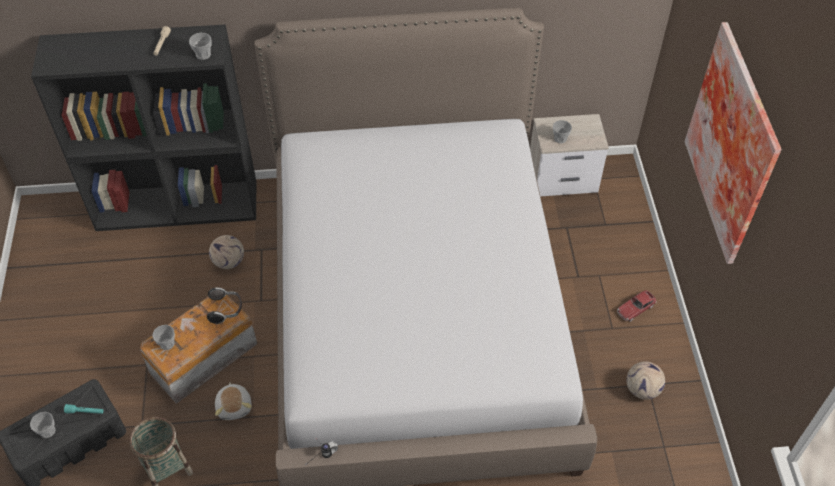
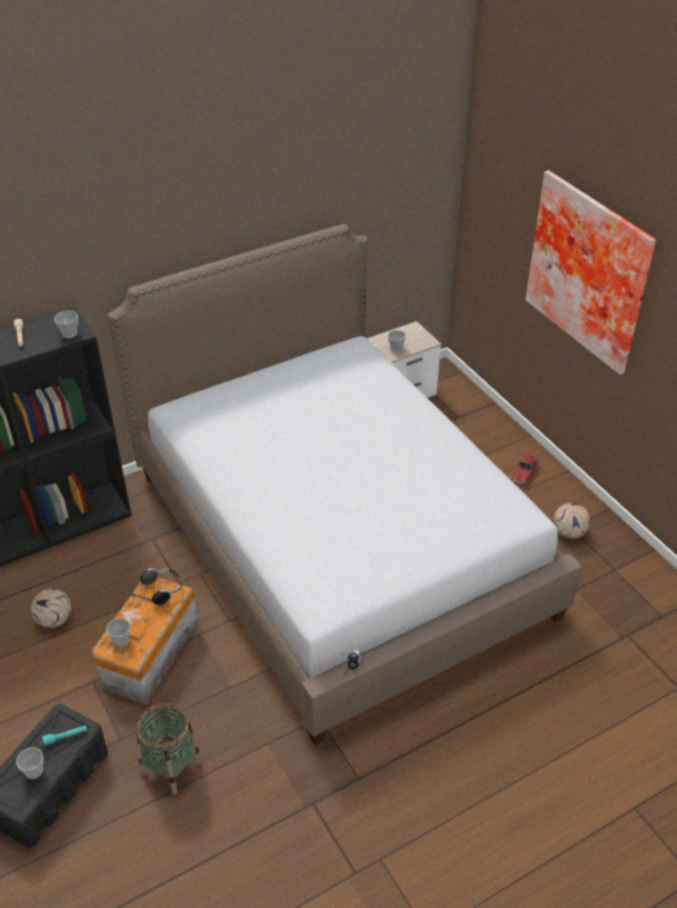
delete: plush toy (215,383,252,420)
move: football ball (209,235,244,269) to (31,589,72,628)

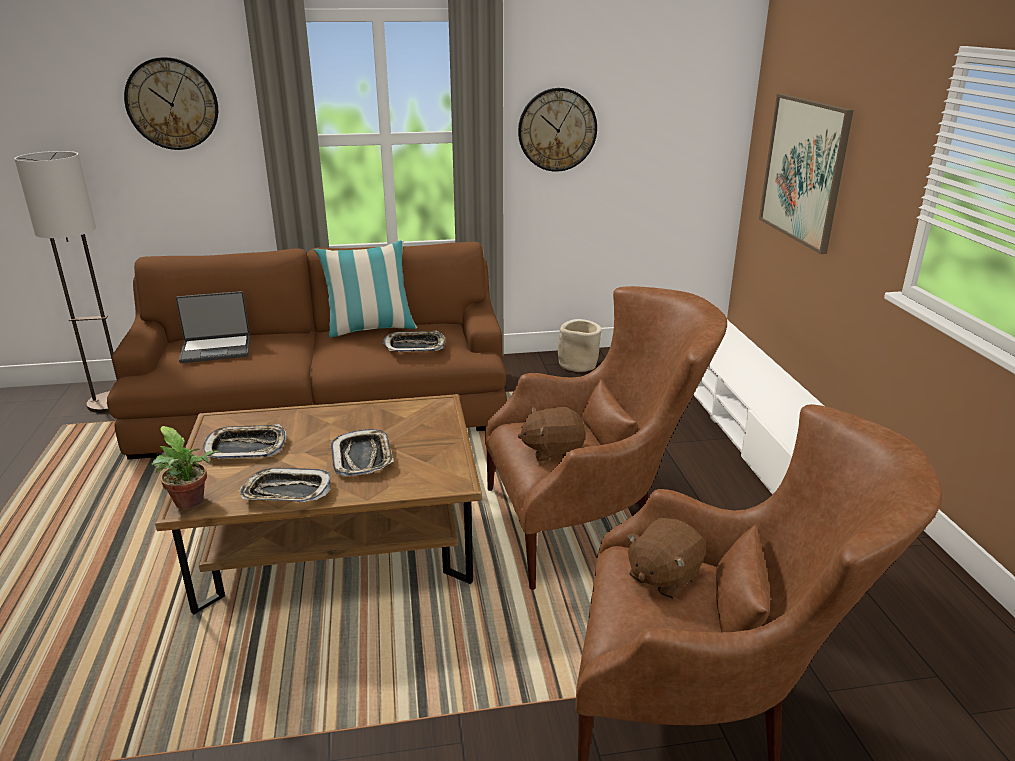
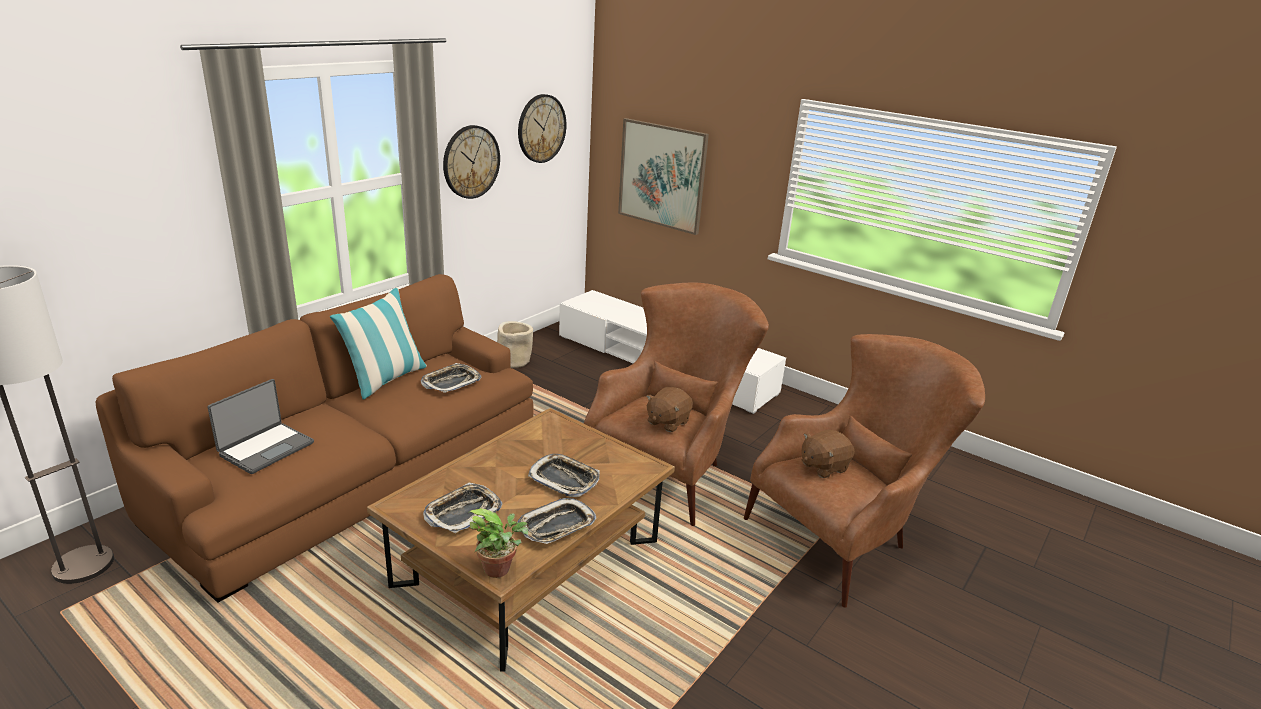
move: hanging clock (124,57,218,150) to (518,94,566,163)
rotate: plush toy/brown (627,518,706,599) = (802,429,855,478) 60 degrees clockwise

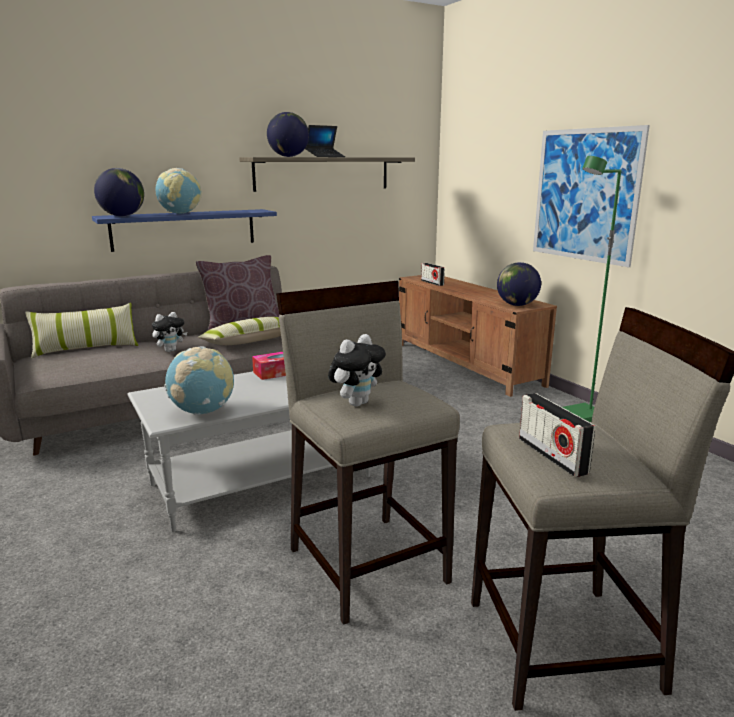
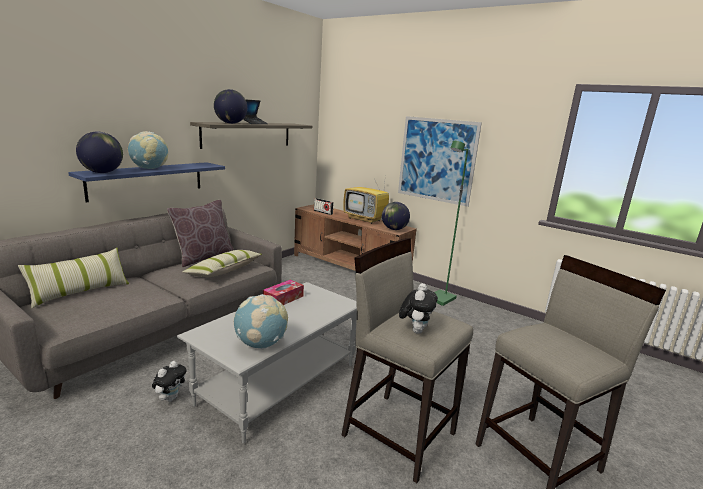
delete: radio (519,393,595,477)
insert: TV (343,173,389,224)
move: plush toy (152,312,187,352) to (152,361,186,402)

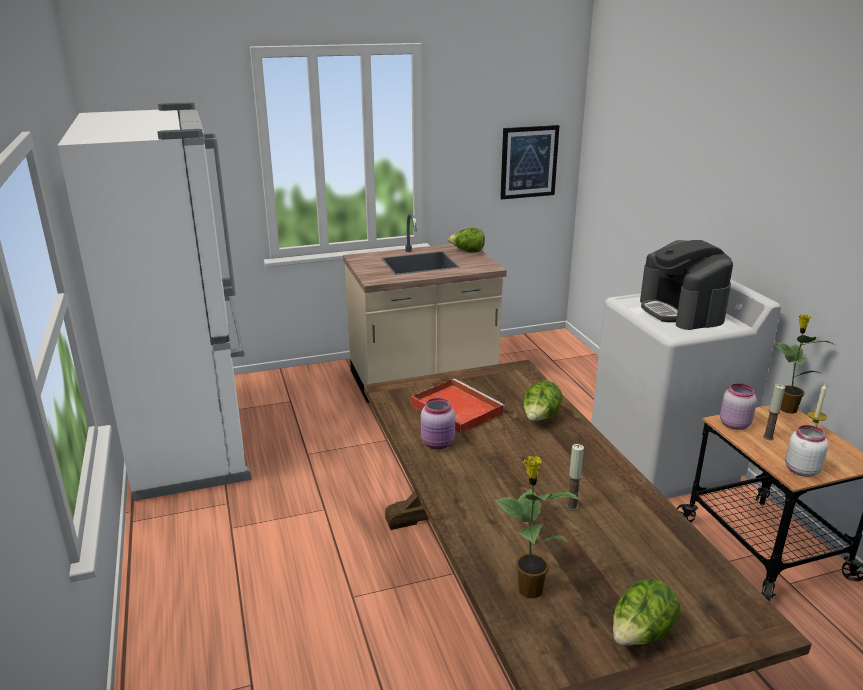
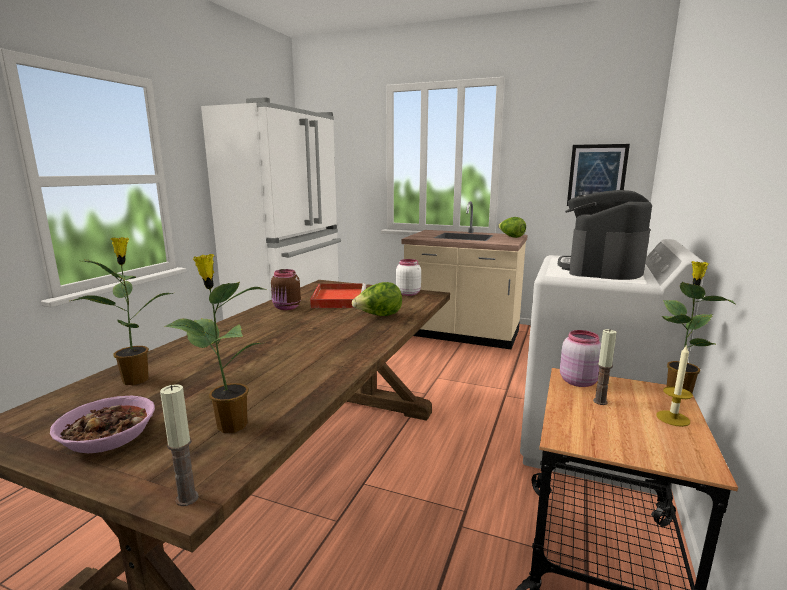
insert: potted plant (165,254,267,433)
move: candle (566,444,584,511) to (160,384,199,506); jar/white (785,425,828,477) to (396,259,421,296)
replace: head of lettuce (613,579,681,646) to bowl (50,396,155,453)
recolor: jar/pink-coloured (421,398,455,449) to jar/brown (271,269,301,310)

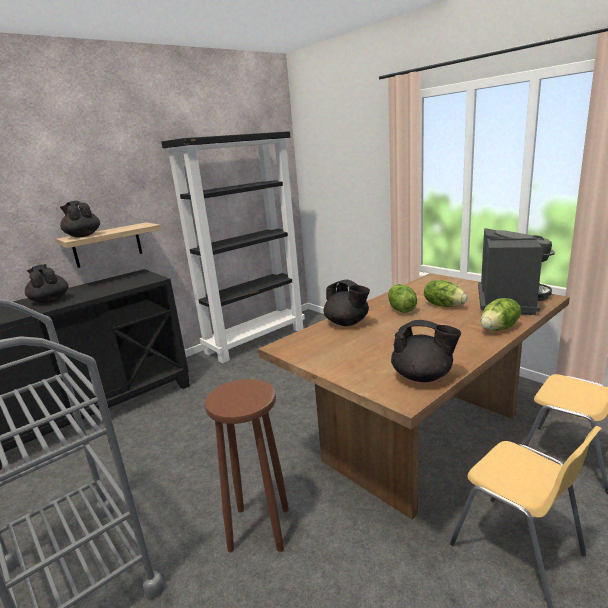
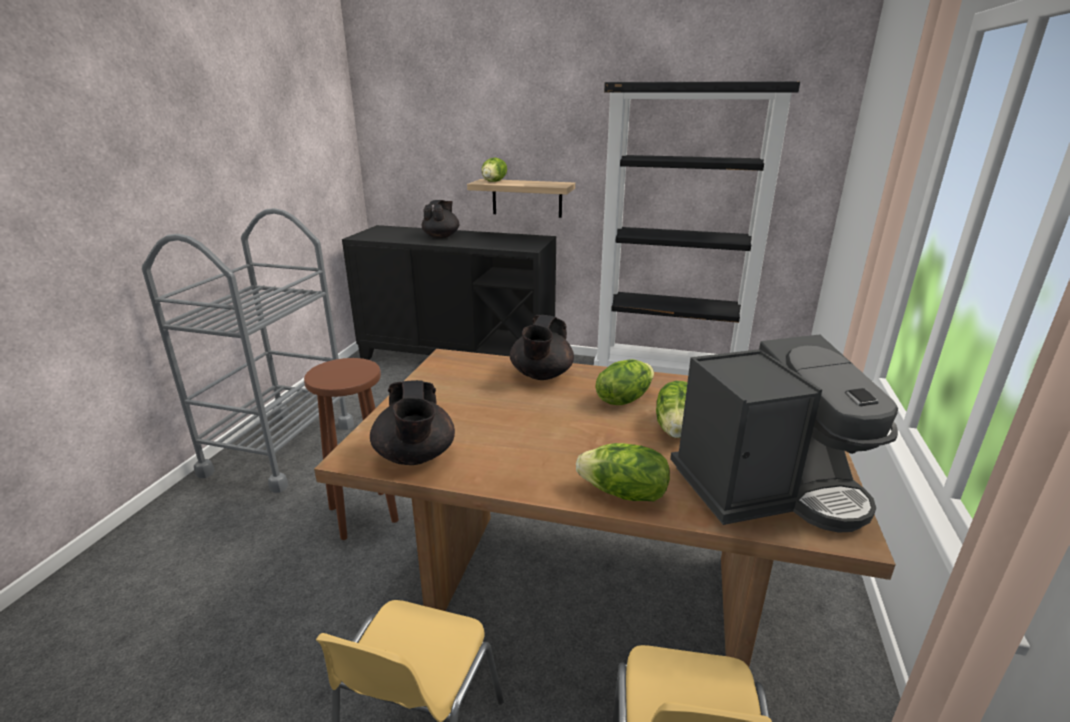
replace: tea pot/blackish (60,201,100,238) to head of lettuce (482,158,507,182)

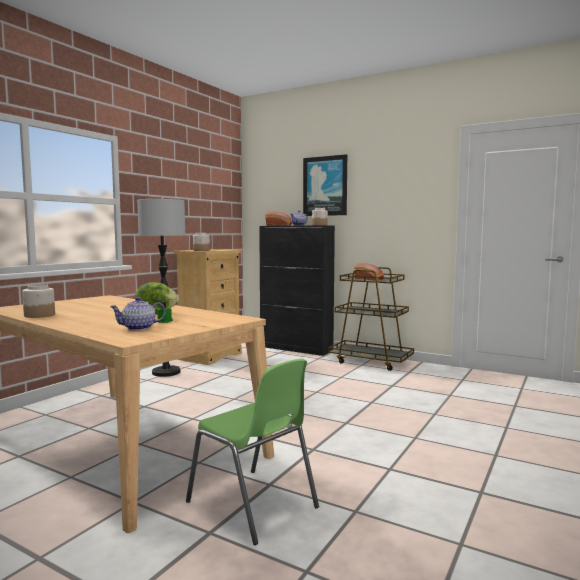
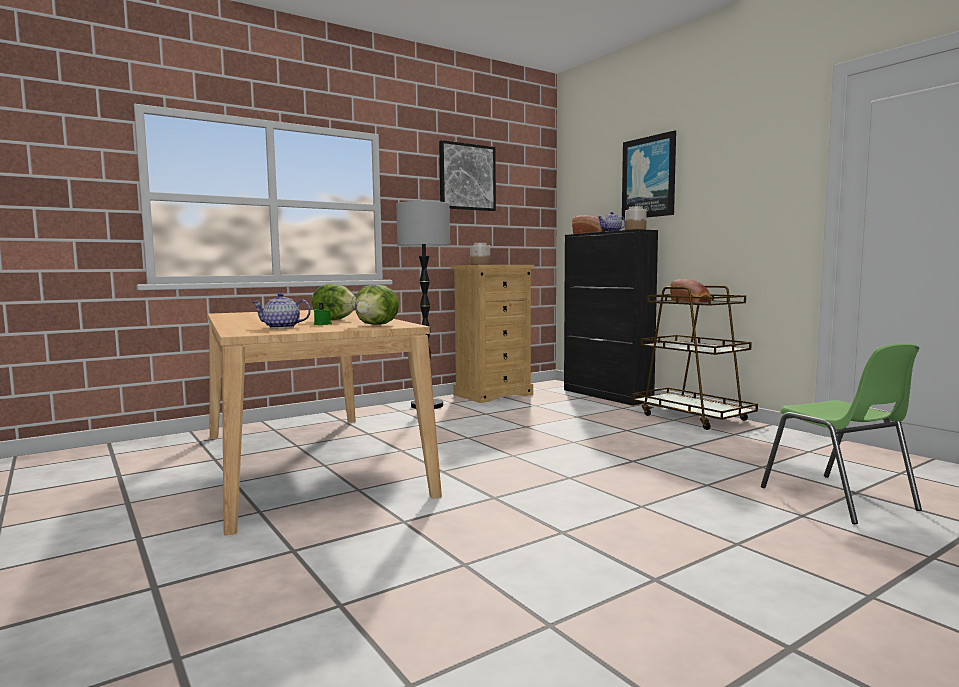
delete: jar (22,284,55,318)
insert: head of lettuce (355,284,399,325); picture (439,140,496,211)
move: plain chair/green-coloured (186,359,319,545) to (761,344,922,524)

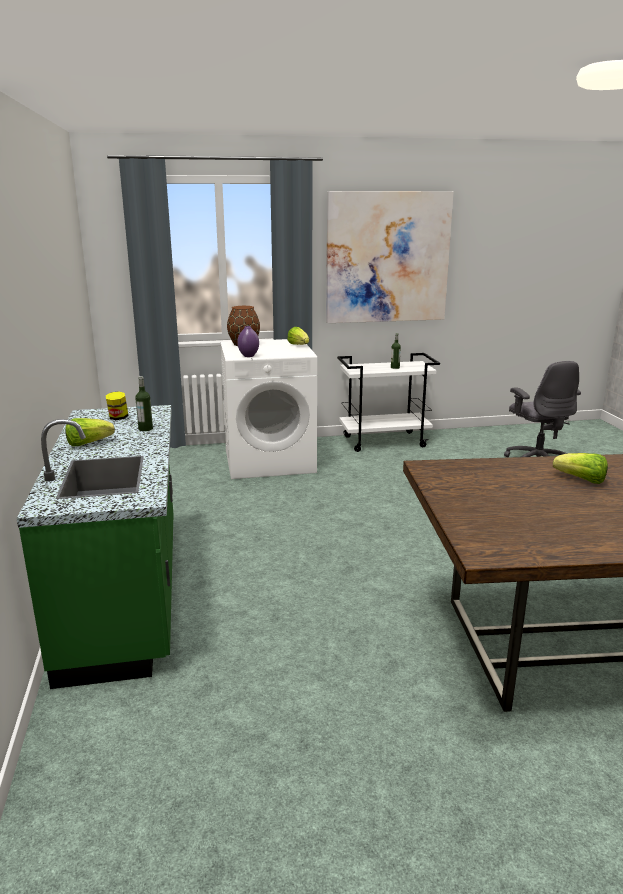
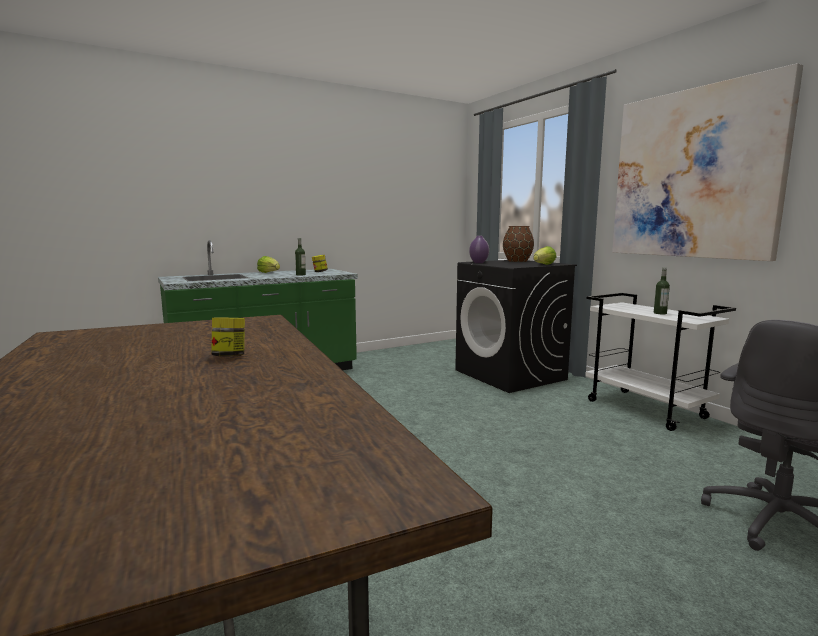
replace: head of lettuce (553,453,608,484) to jar (211,318,245,357)
recolor: washing machine/white (220,339,317,479) to washing machine/blackish (455,260,577,393)

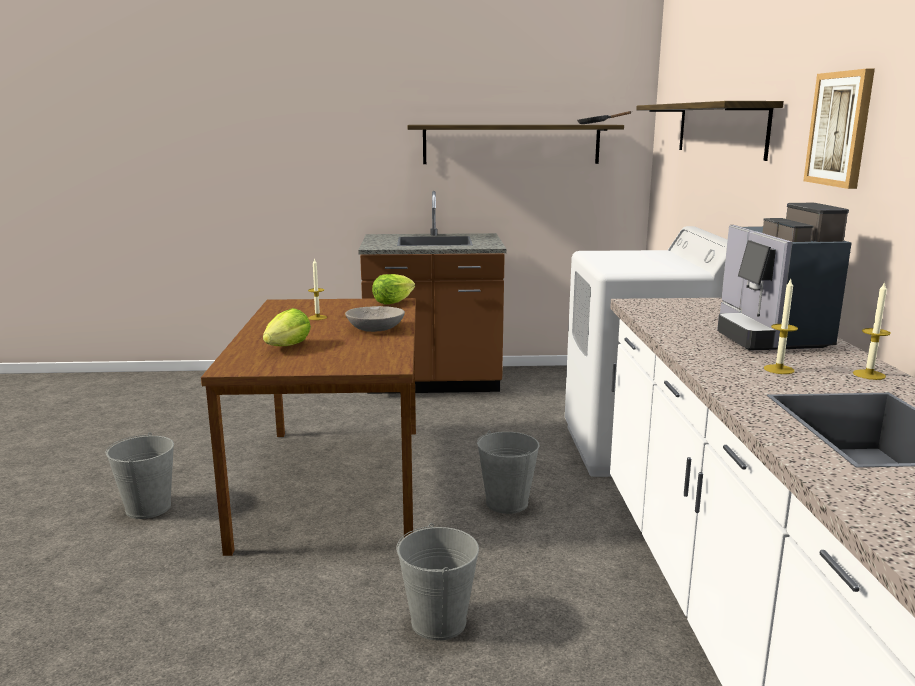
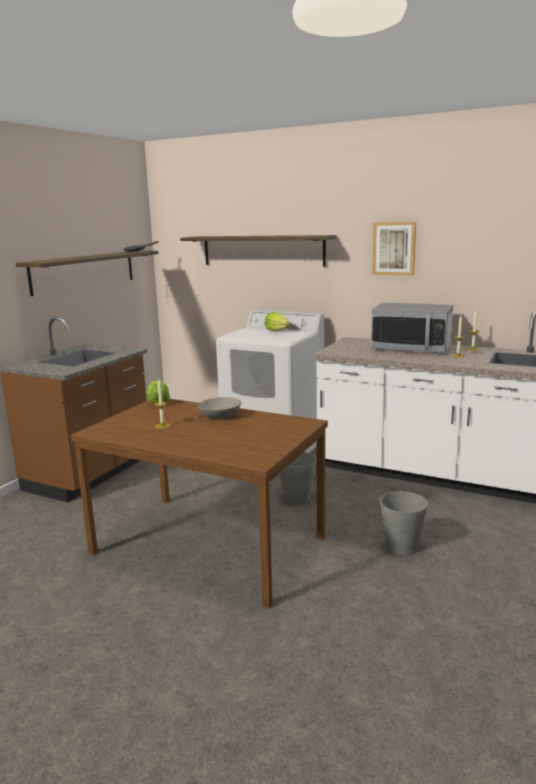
delete: bucket/gray (106,432,174,519)
move: head of lettuce (263,308,311,346) to (265,312,290,331)
replace: coffee brewer (717,203,852,351) to kitchen microwave (371,303,453,353)

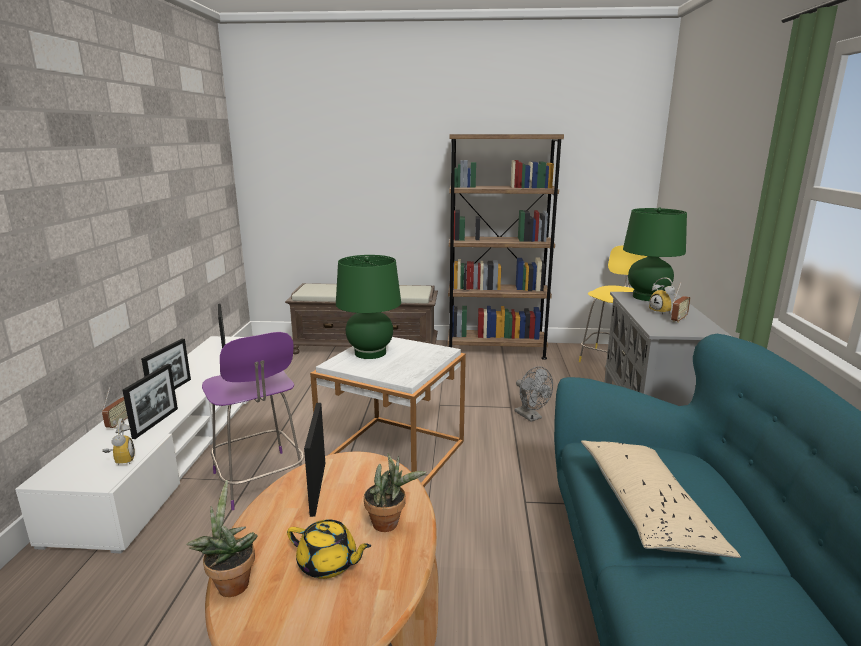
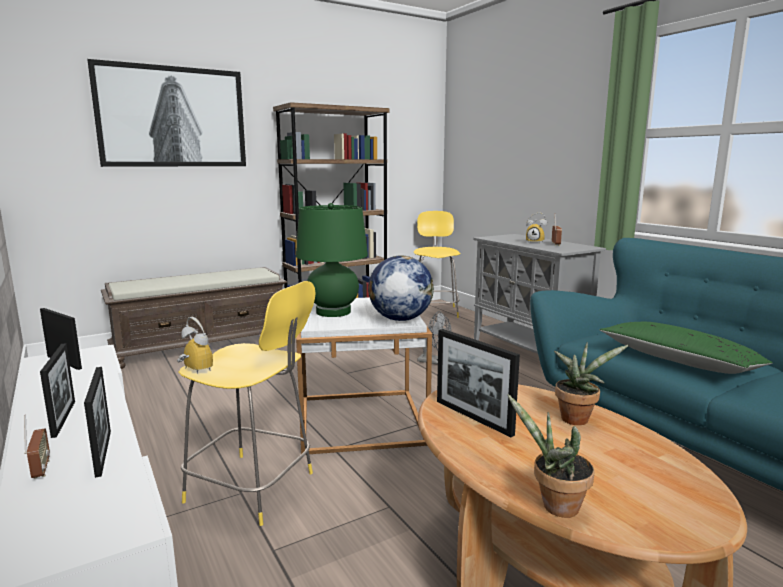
delete: tea pot/yellow (287,519,371,579); table lamp/green-coloured (623,207,687,301)
insert: picture (87,59,246,167); globe (368,255,434,321)
move: table clock (102,418,135,466) to (177,317,213,374)
recolor: stool seat/purple-coloured (202,332,304,510) to stool seat/yellow (179,281,316,526); pillow/sand-coloured (581,440,741,558) to pillow/green-coloured (599,322,773,374)

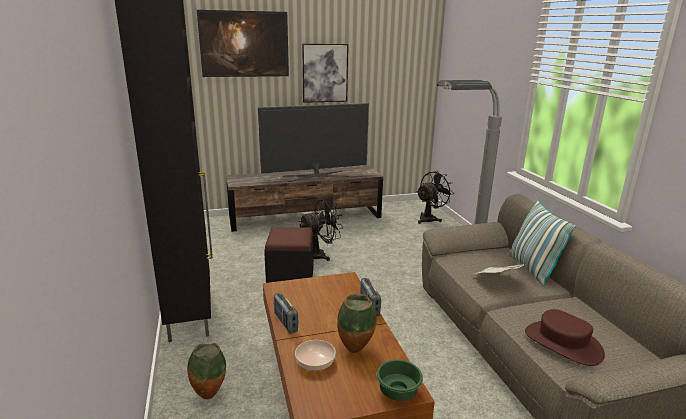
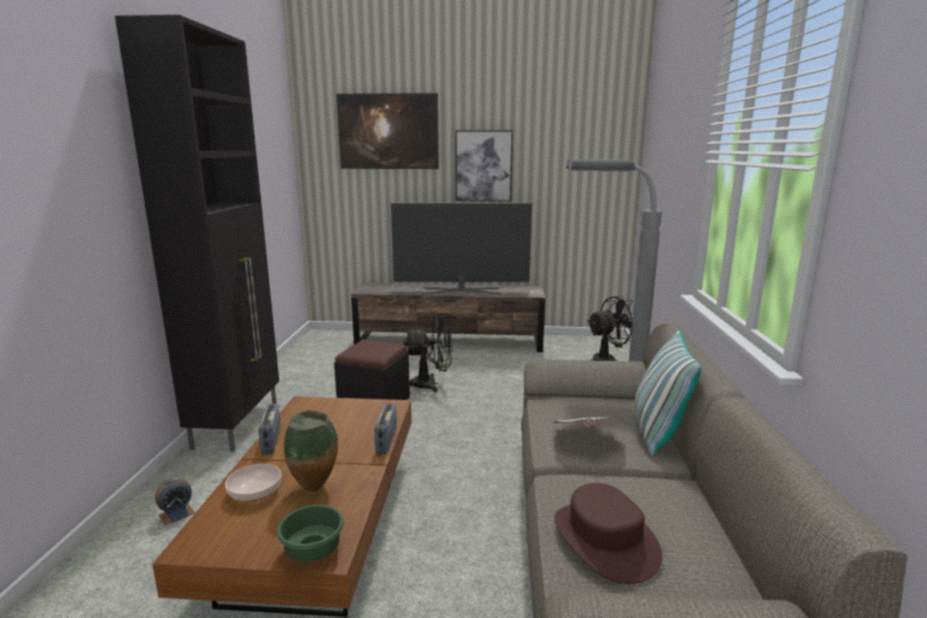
replace: flower vase (187,343,226,399) to table clock (155,477,195,526)

